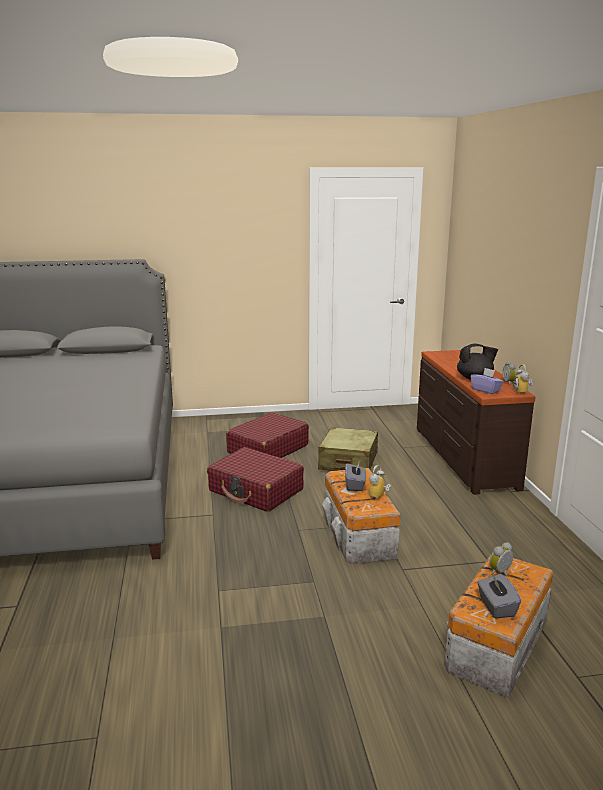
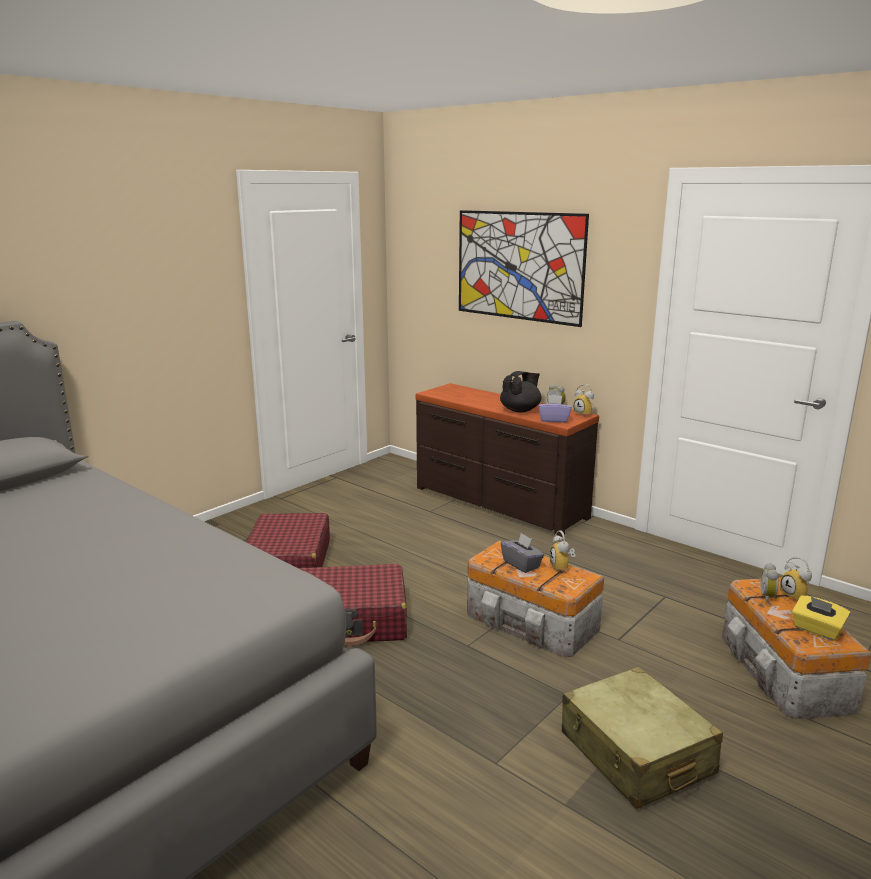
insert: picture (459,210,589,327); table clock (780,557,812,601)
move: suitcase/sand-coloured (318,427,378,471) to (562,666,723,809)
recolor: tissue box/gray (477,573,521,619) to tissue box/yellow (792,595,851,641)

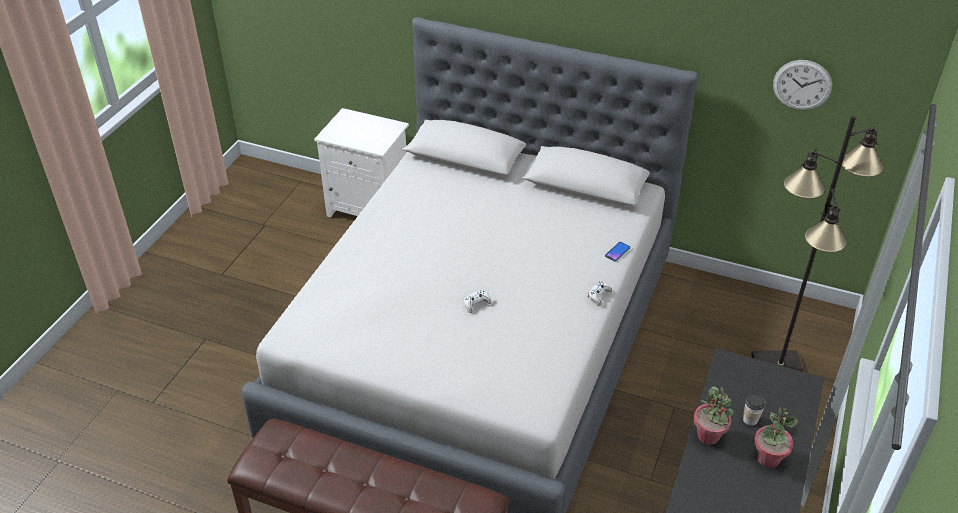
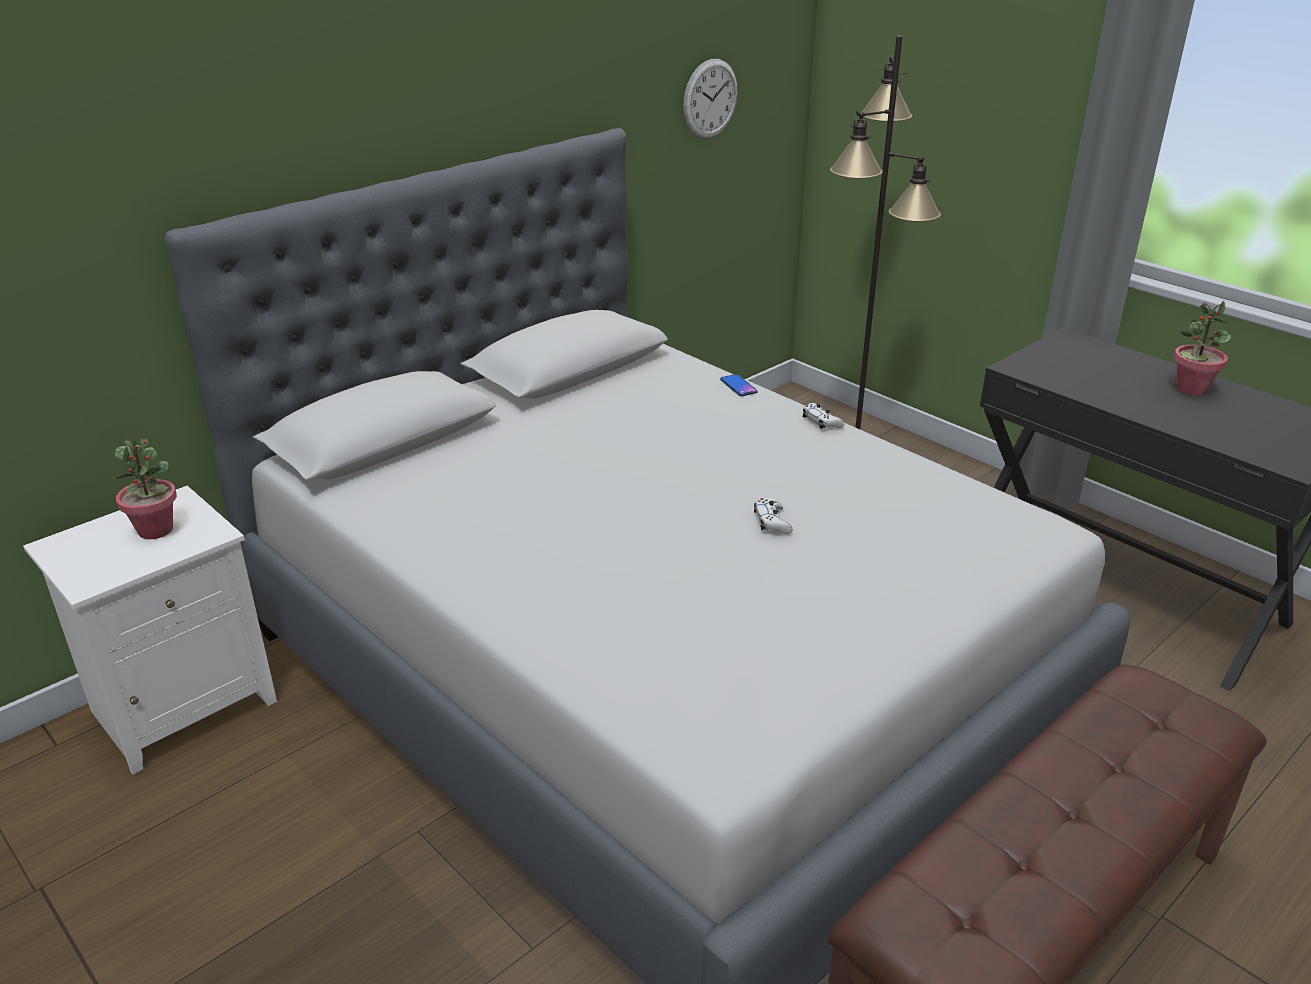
delete: cup (743,394,765,426)
move: potted plant (694,386,734,445) to (113,437,177,539)

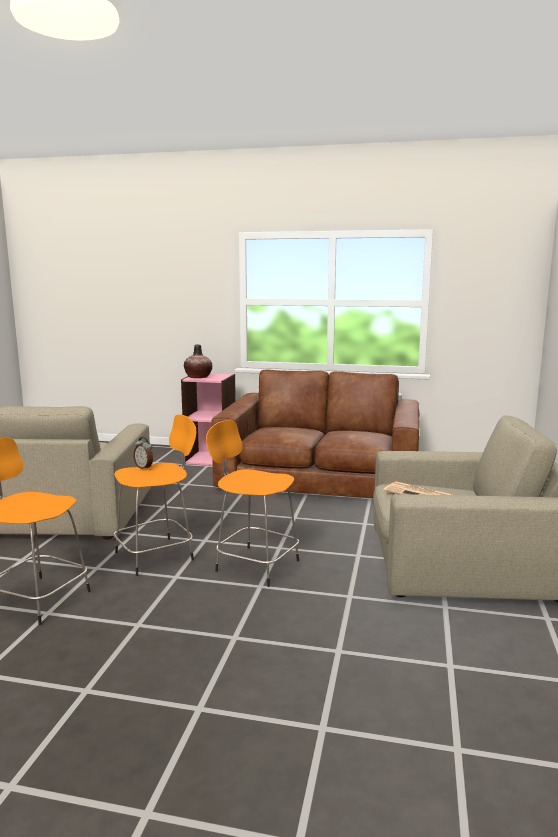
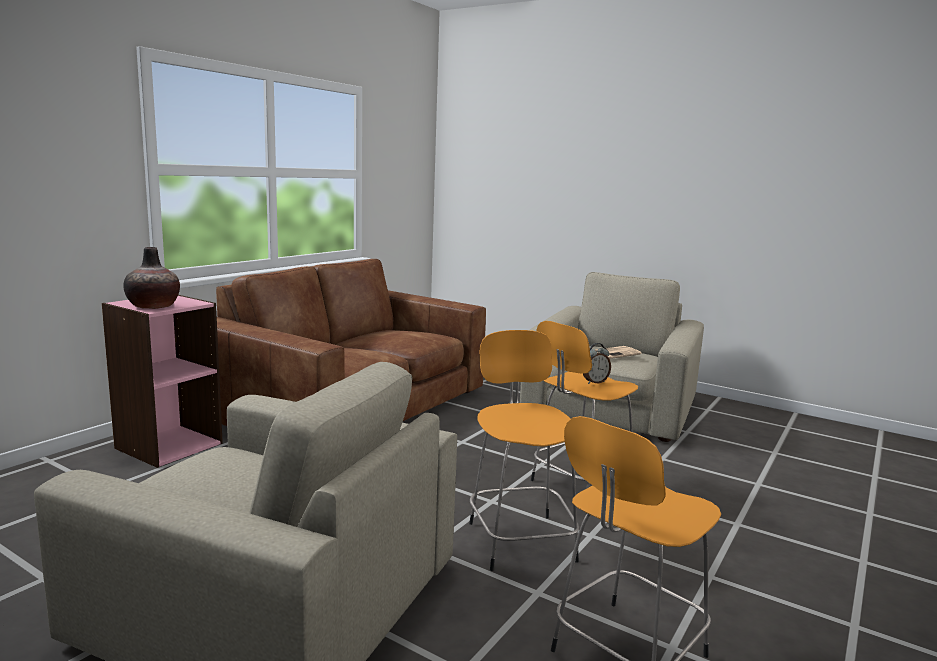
move: table clock (133,437,153,470) to (583,343,611,384)

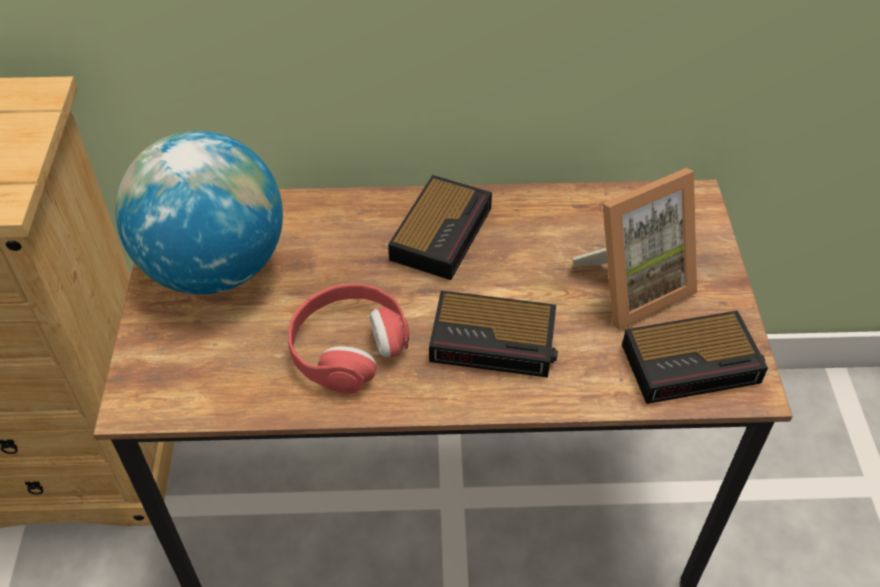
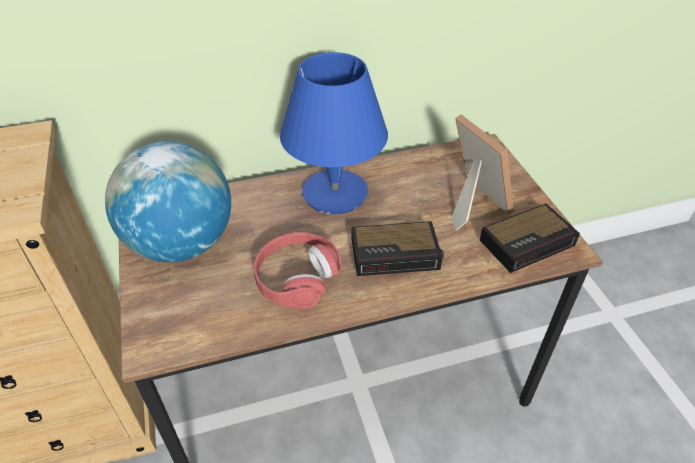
replace: table clock (388,175,492,280) to table lamp/bluish (280,52,388,214)
rotate: picture frame (572,168,697,330) = (452,114,514,230) 75 degrees counterclockwise

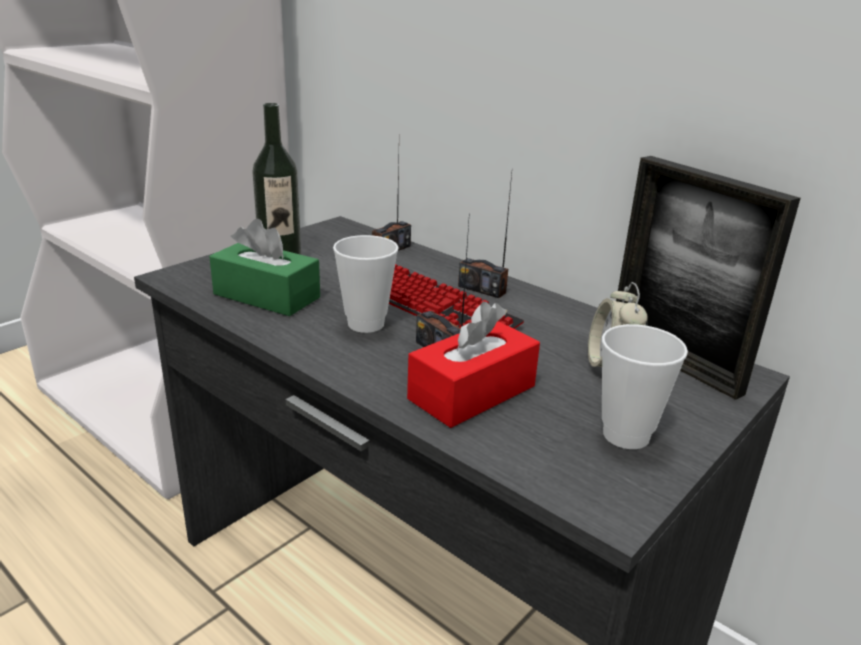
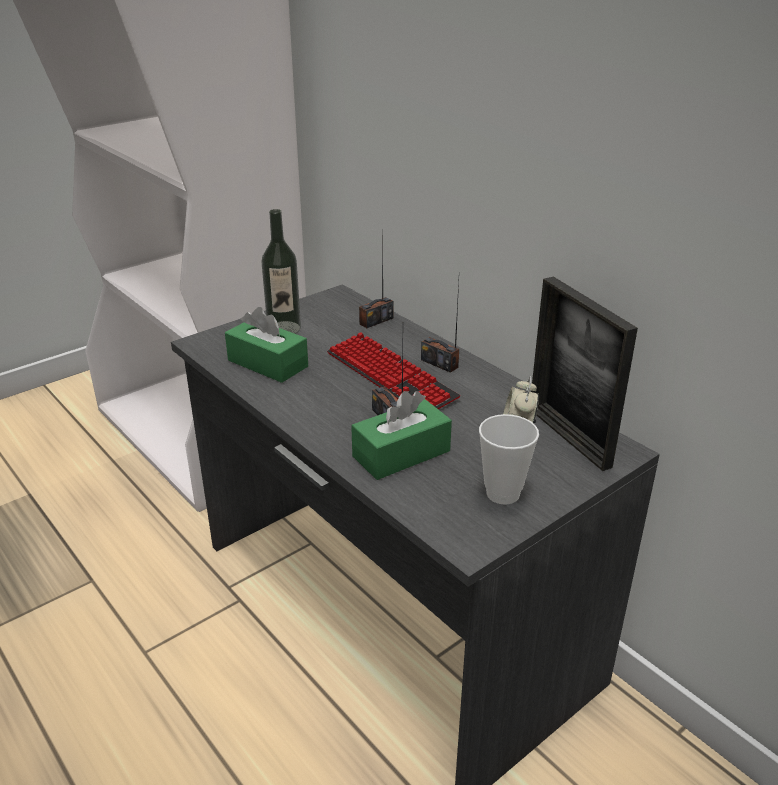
delete: cup (333,235,399,333)
recolor: tissue box/red (407,302,540,428) to tissue box/green-coloured (351,391,452,480)

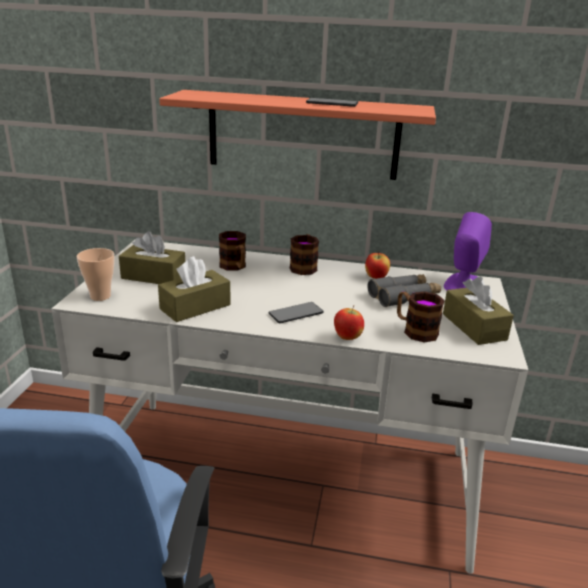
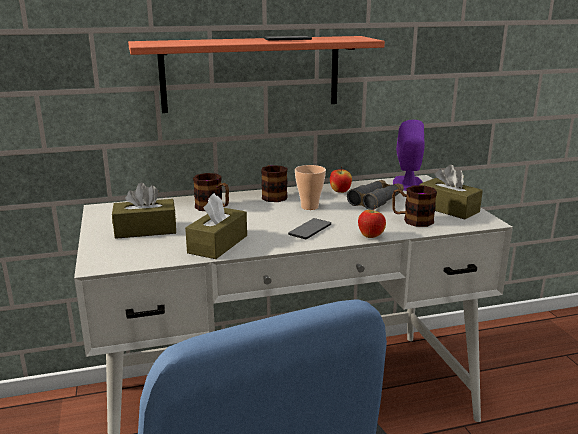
move: cup (77,248,115,301) to (295,165,326,210)

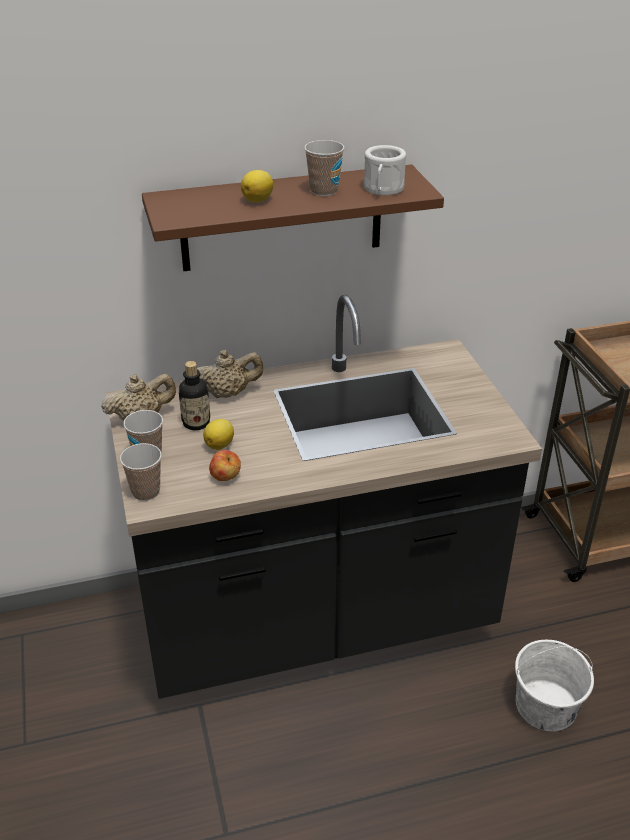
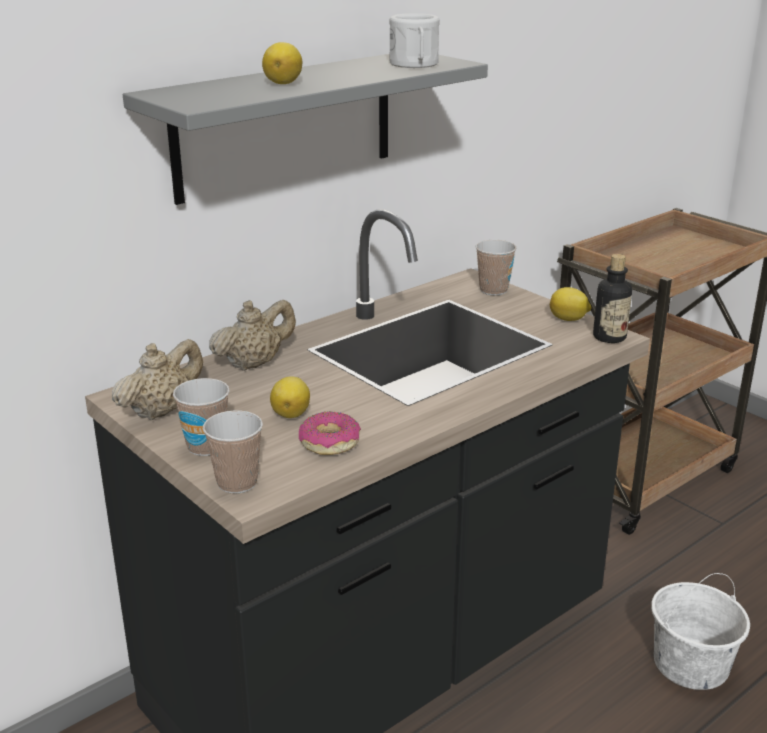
insert: citrus fruit (550,287,591,321)
move: cup (304,140,344,196) to (476,240,517,295); beverage bottle (179,361,210,430) to (593,254,632,343)
replace: whole apple (209,450,241,481) to ring doughnut (299,411,361,455)
recolor: bracket shelf/brown (142,164,444,271) to bracket shelf/gray (123,54,488,205)

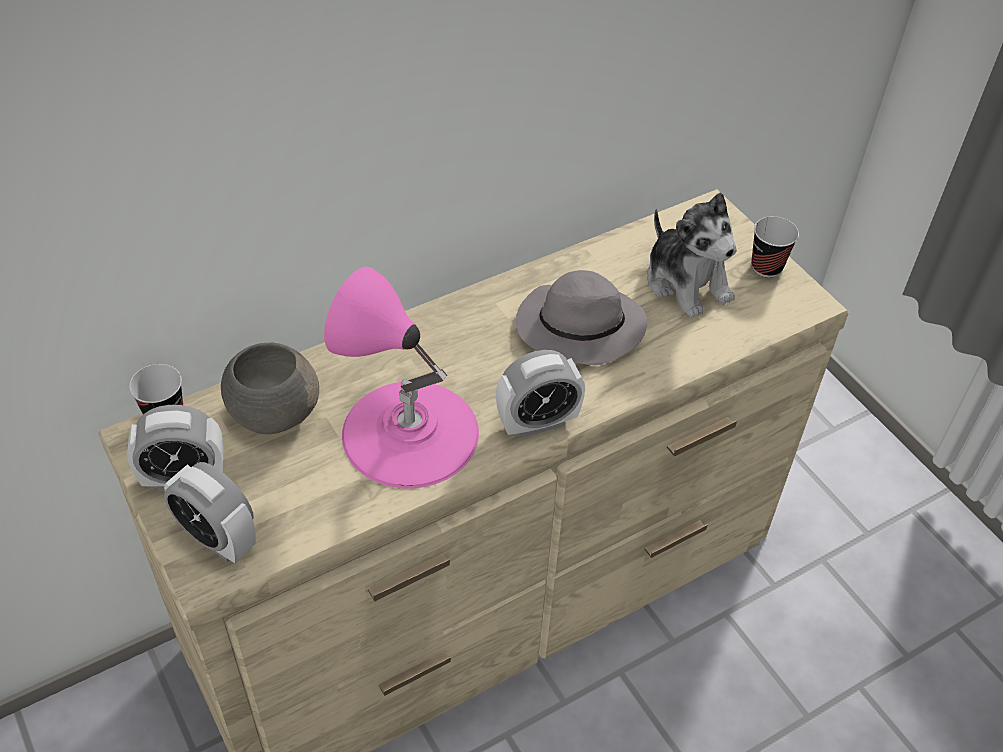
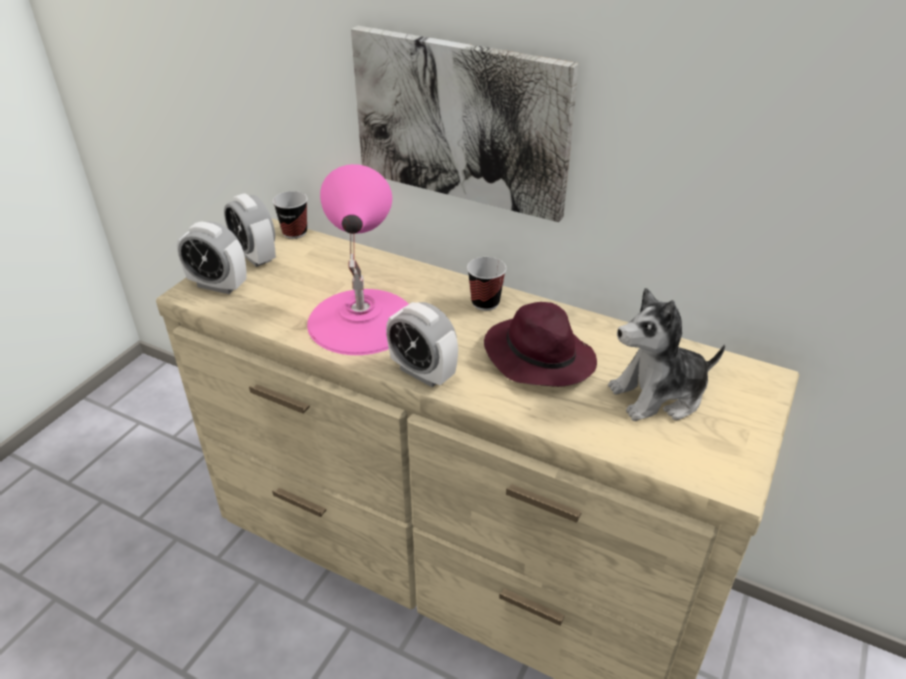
delete: bowl/gray (221,342,319,434)
insert: picture (351,26,579,222)
move: cup (751,216,799,278) to (467,257,506,311)
recolor: wearable hat/gray (516,270,647,365) to wearable hat/purple-coloured (484,302,597,387)
rotate: table clock (164,462,256,563) = (177,222,246,294) 75 degrees counterclockwise; plush toy (647,192,737,318) = (608,288,725,421) 45 degrees clockwise

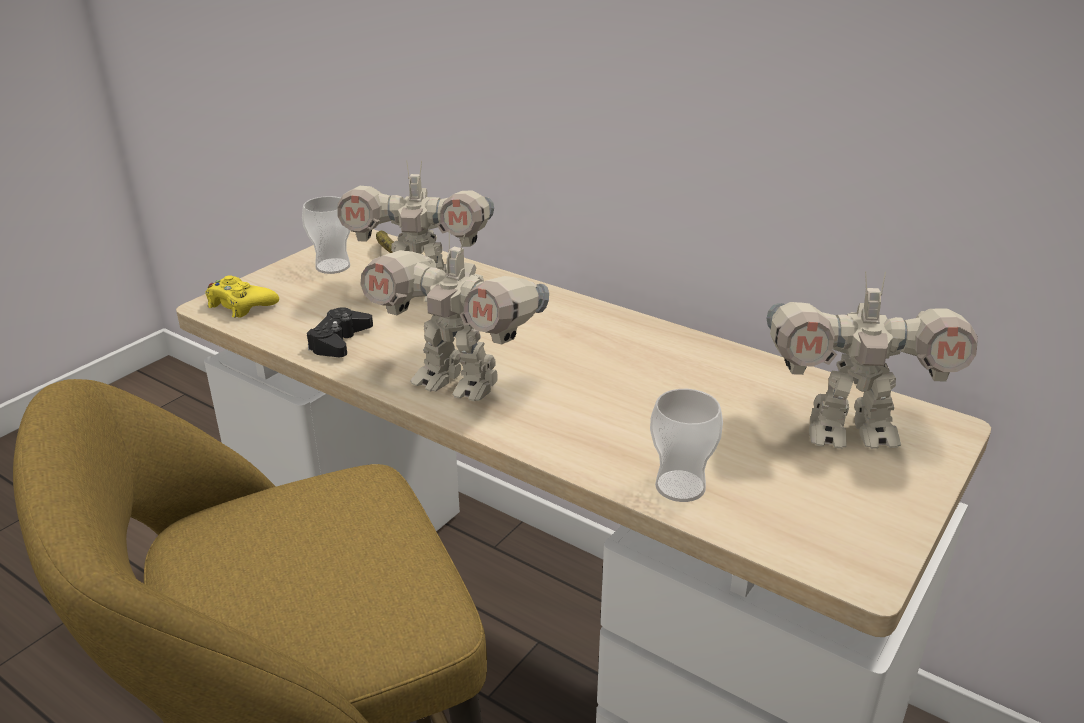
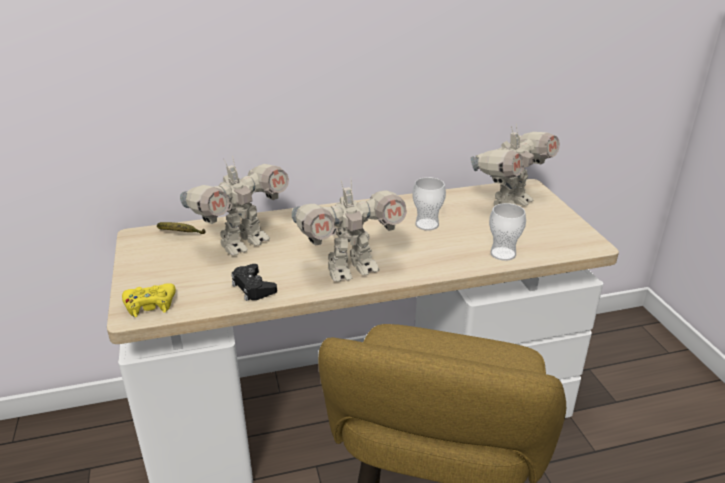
move: cup (302,196,350,274) to (412,177,446,231)

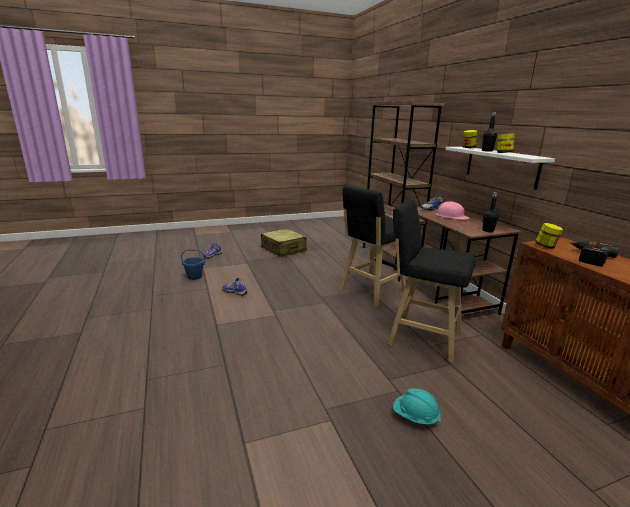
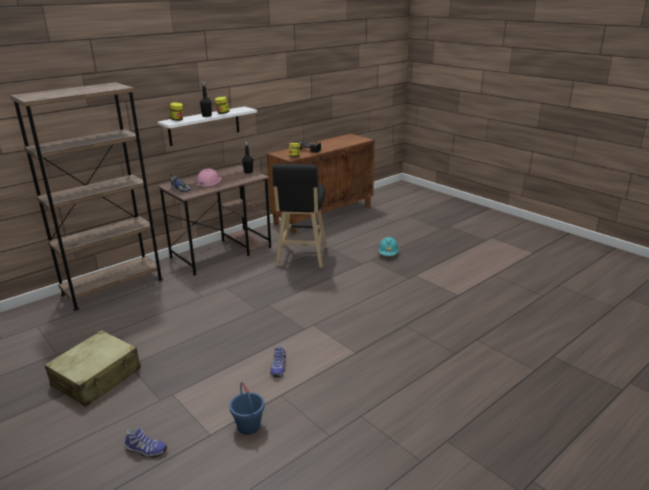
delete: stool seat/blackish (340,186,406,307)

